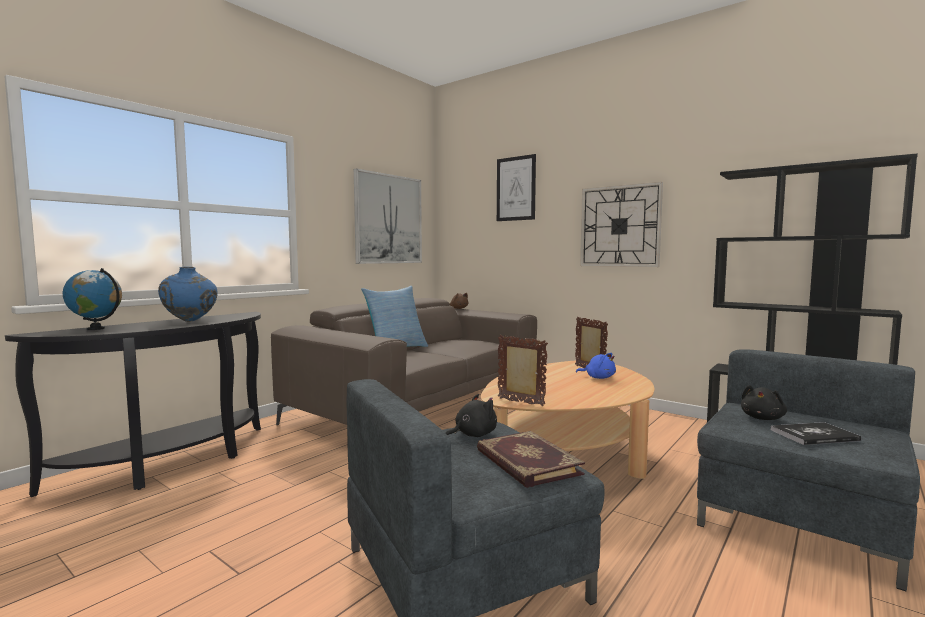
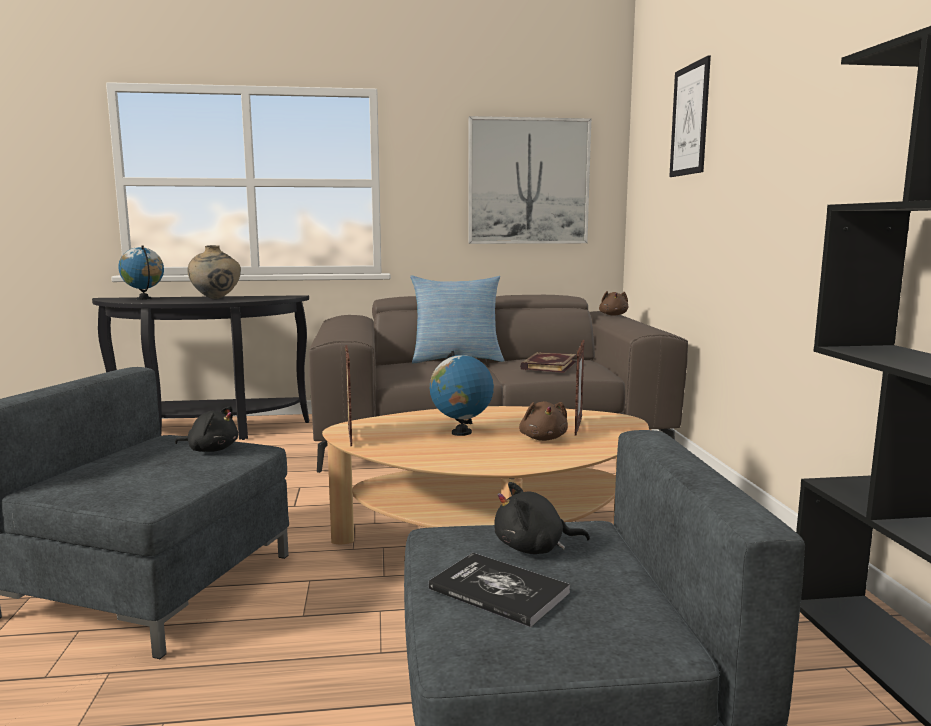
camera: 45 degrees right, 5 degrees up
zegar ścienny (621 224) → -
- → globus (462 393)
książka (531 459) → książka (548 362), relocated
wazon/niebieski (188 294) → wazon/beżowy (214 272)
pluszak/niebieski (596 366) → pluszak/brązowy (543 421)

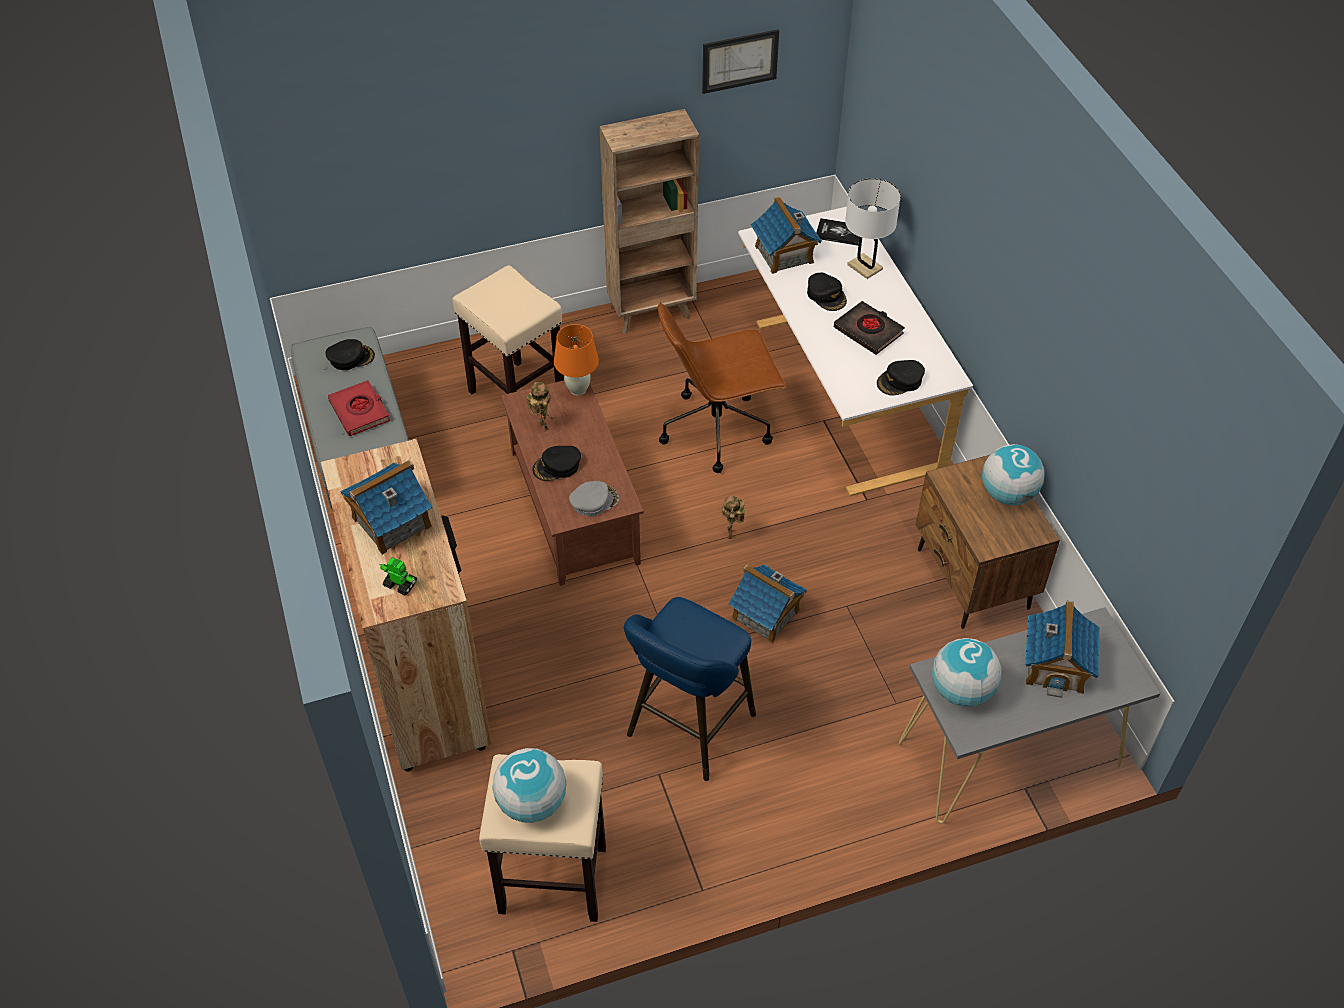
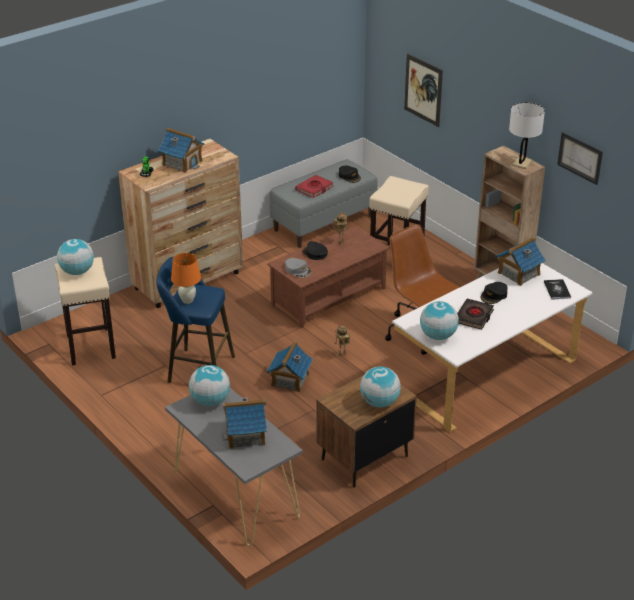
camera: 70 degrees right, 15 degrees down
- → obraz (423 90)
lampa stołowa/pomarańczowy (576 360) → lampa stołowa/pomarańczowy (186 278), relocated
lampa stołowa/biały (873 229) → lampa stołowa/biały (527 136), relocated
czapka z daszkiem/czarny (901 377) → globus (439 320)

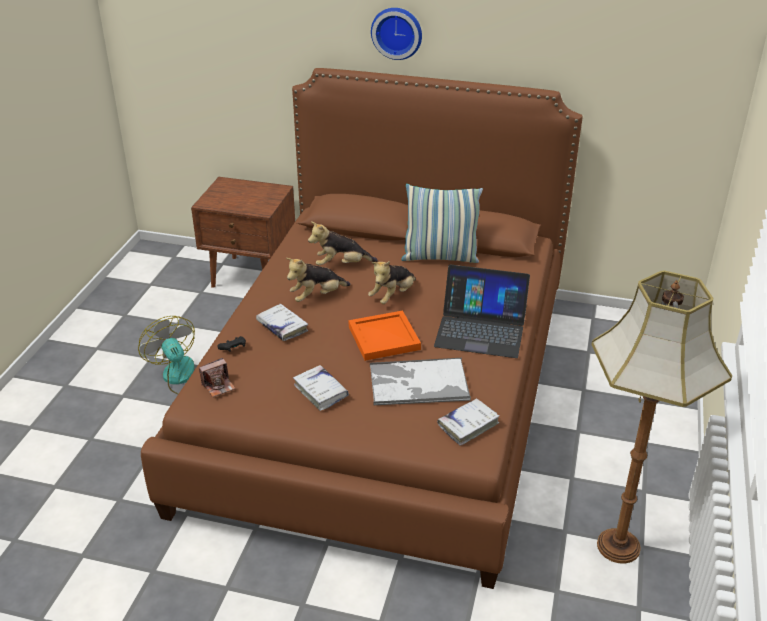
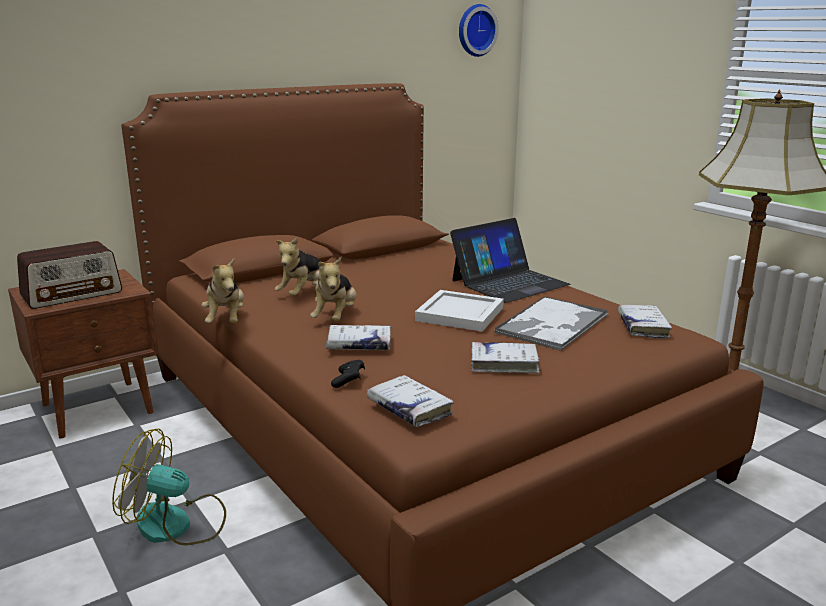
camera: 50 degrees left, 15 degrees down
poduszka (442 223) → -
- → radio (69 275)
pluszak (392 282) → pluszak (222 290), relocated
zegar ścienny (396 34) → zegar ścienny (479 30), relocated
aparat fotograficzny (217 377) → książka/biały (410 401)
taca/pomarańczowy (385 336) → taca/biały (459 311)

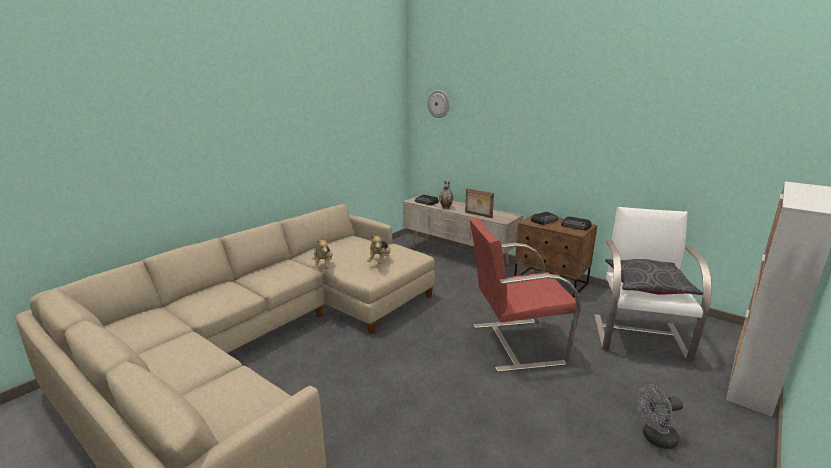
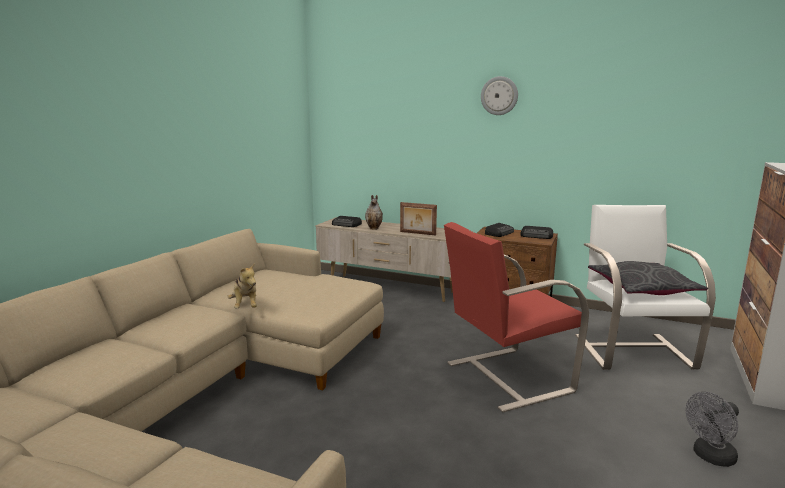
camera: 15 degrees left, 5 degrees down
pluszak (379 249) → -
zegar ścienny (438 104) → zegar ścienny (499 95), relocated

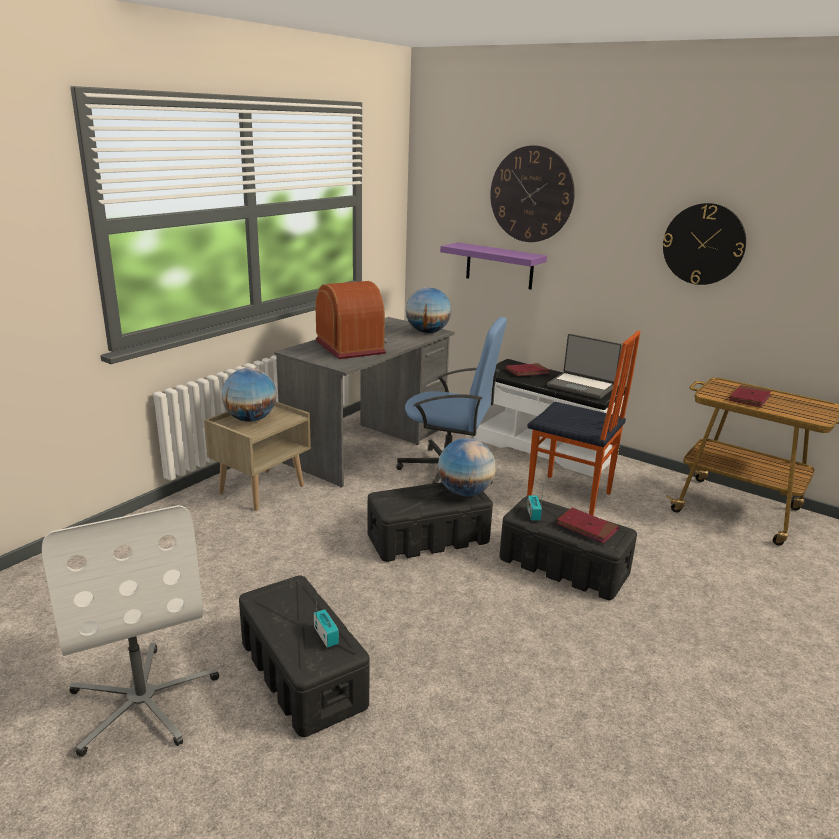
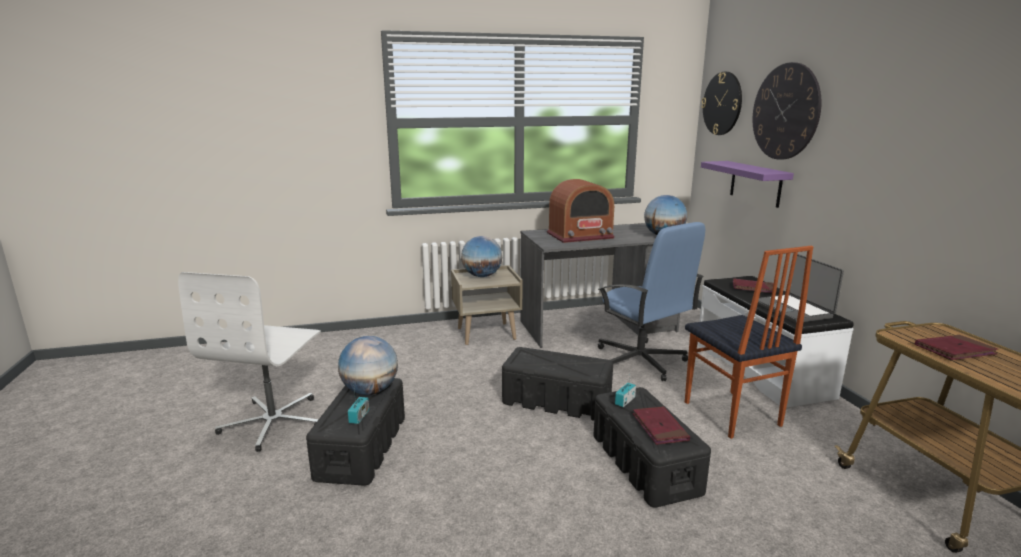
camera: 40 degrees right, 5 degrees down
globus (467 467) → globus (368 365), relocated
zegar ścienny (704 244) → zegar ścienny (721 103), relocated
radio (351 320) → radio (581 211), 60 degrees clockwise

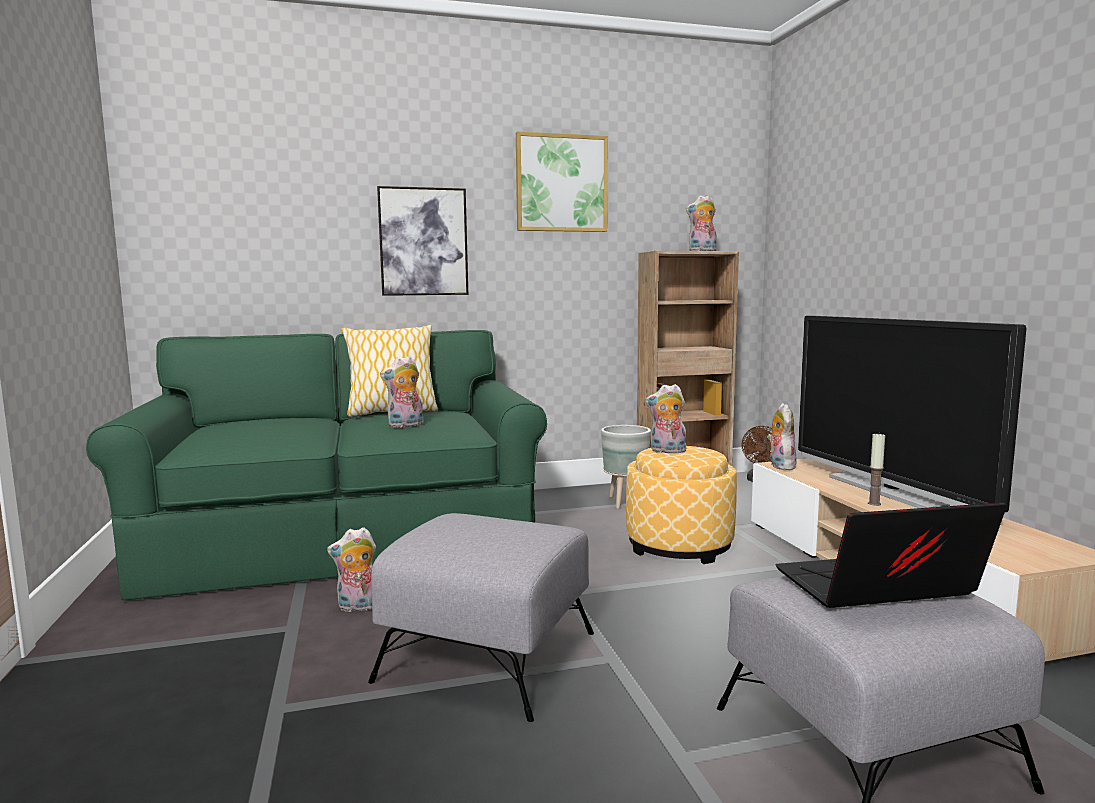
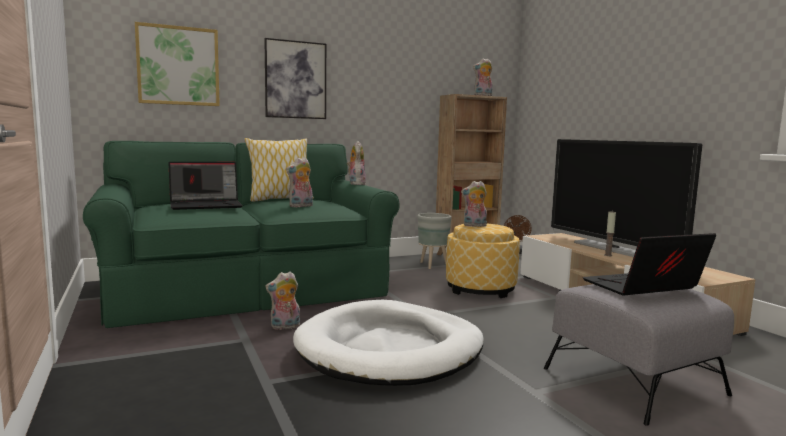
camera: 10 degrees left, 0 degrees up
- → laptop (206 186)
obraz (562 181) → obraz (177 64), relocated
pluszak (782 436) → pluszak (356 163), relocated
pufa/szary (481 617) → legowisko/biały (388 343)

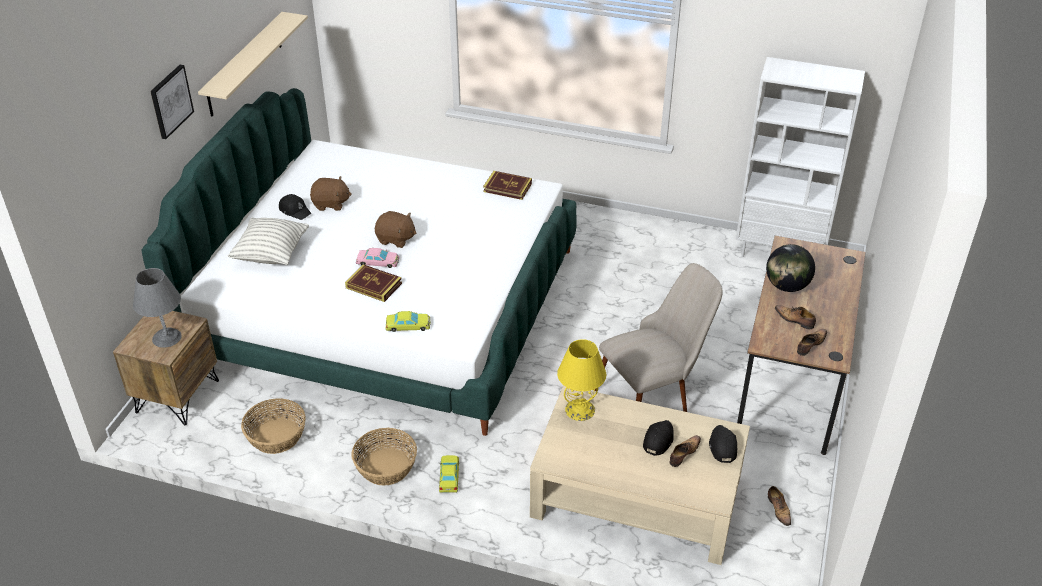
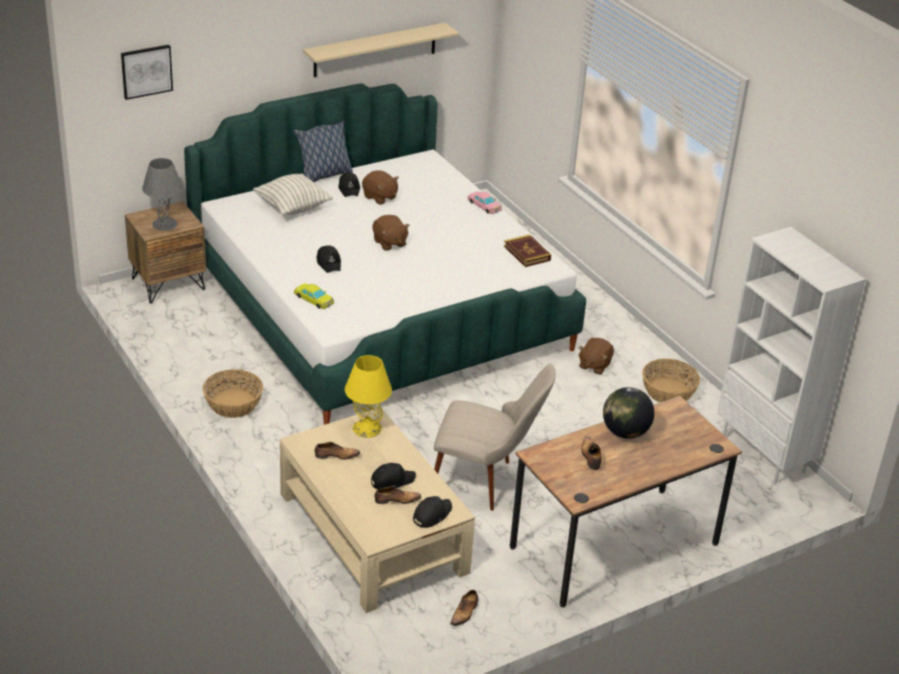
camera: 40 degrees right, 5 degrees down
samochodzik/żółty (449 474) → -
- → poduszka (323 151)
- → pluszak/brązowy (596 356)
obraz (172 102) → obraz (147 72), relocated
koszyk (273 426) → koszyk (671 381), relocated
samochodzik/różowy (377 258) → samochodzik/różowy (484 202), relocated
but (812 342) → but (337 451), relocated
książka (373 283) → czapka z daszkiem/czarny (329 259)

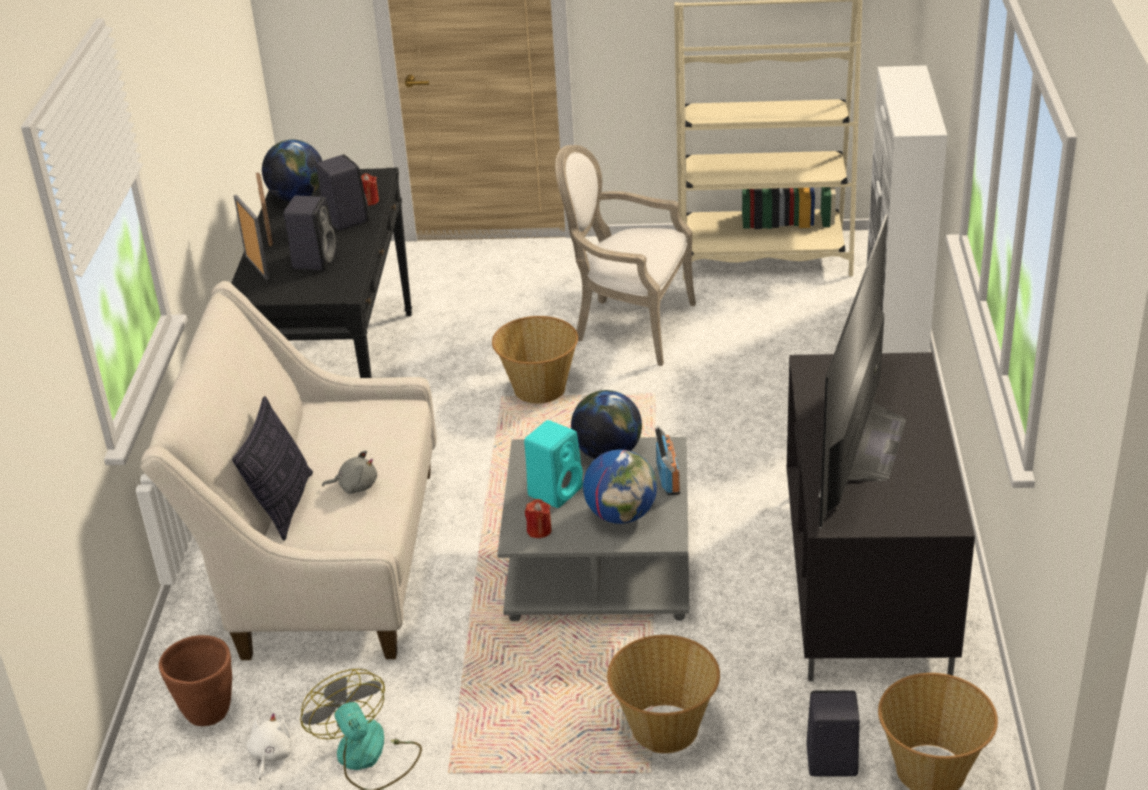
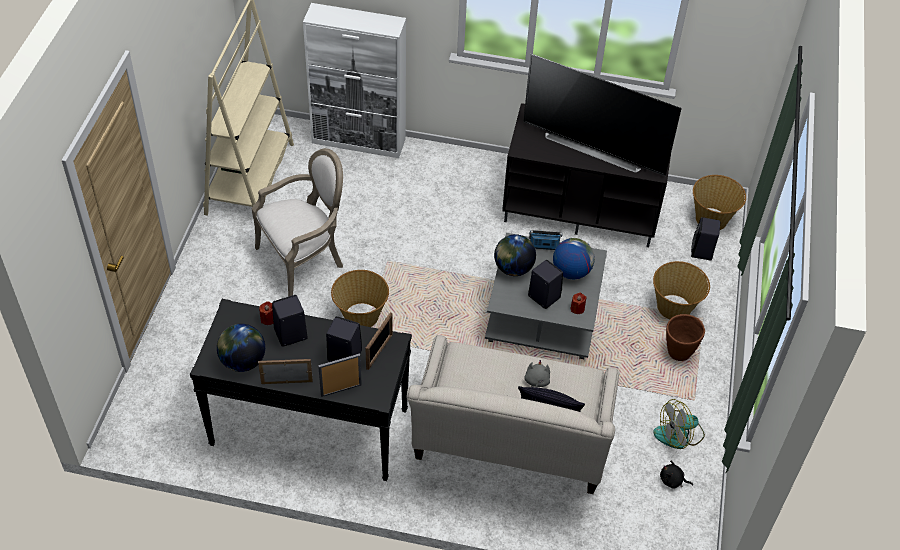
camera: 85 degrees left, 15 degrees up
- → ramka na zdjęcie (379 341)
donica/brązowy (195 680) → donica/brązowy (685 337), relocated
pluszak/biały (269 746) → pluszak/czarny (676 475)
głośnik/turkusowy (553 464) → głośnik/czarny (545 284)
fotel (625 255) → fotel (297 222), 150 degrees counterclockwise

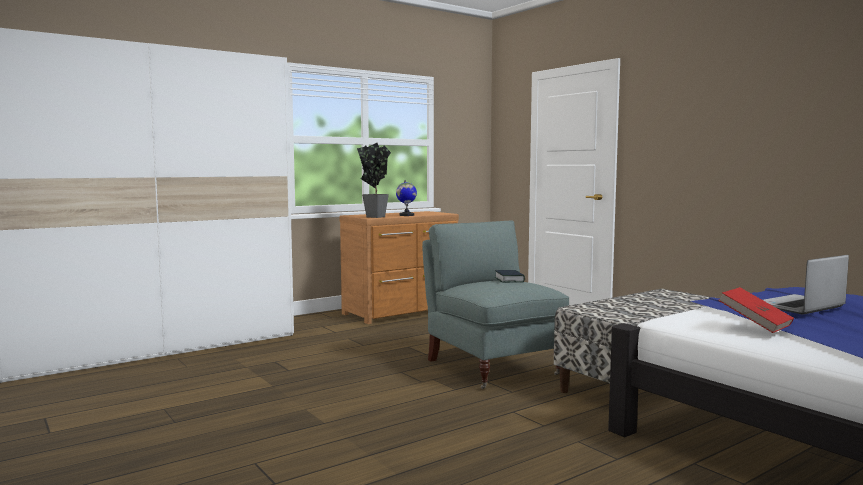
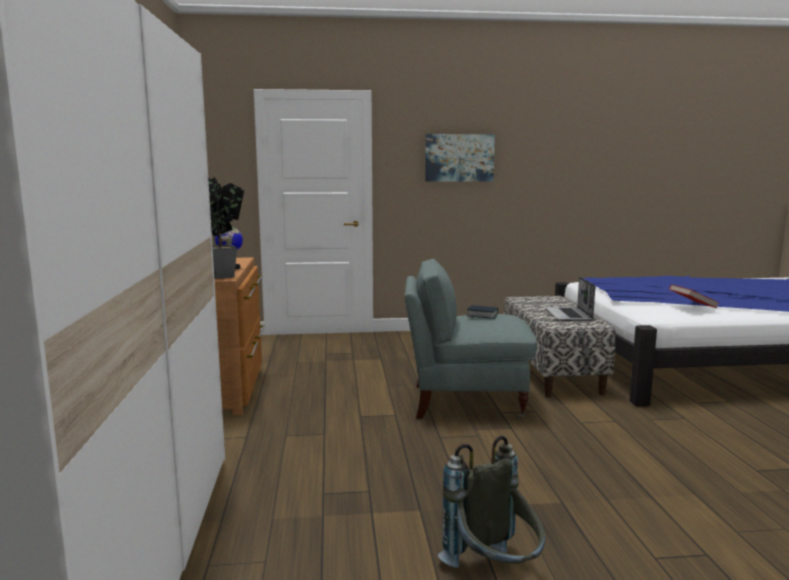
camera: 60 degrees left, 5 degrees up
- → obraz (460 158)
- → plecak/szary (492 501)
laptop (806 284) → laptop (570 299), relocated

